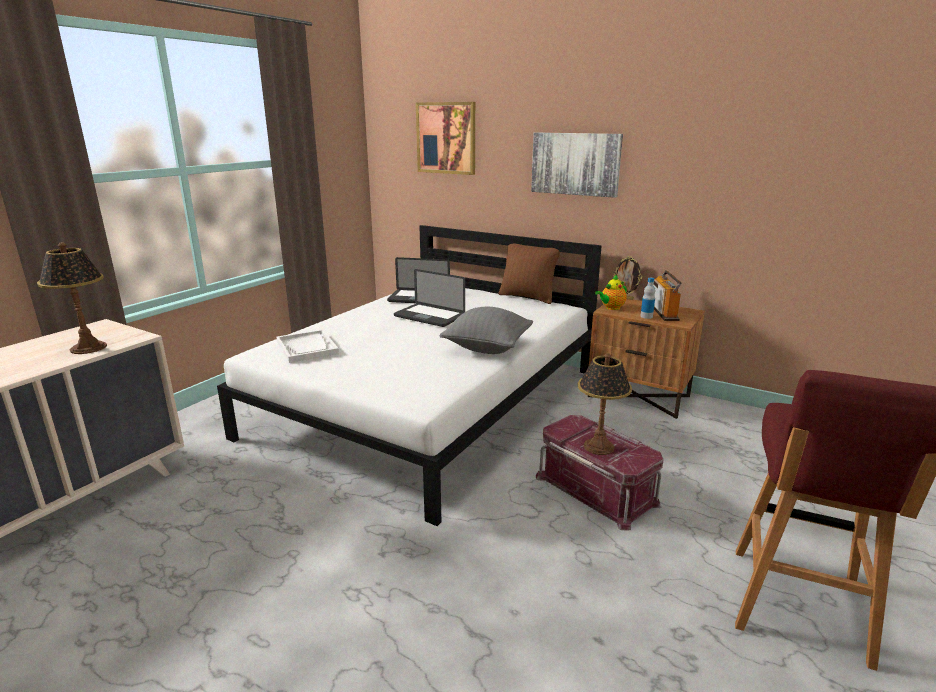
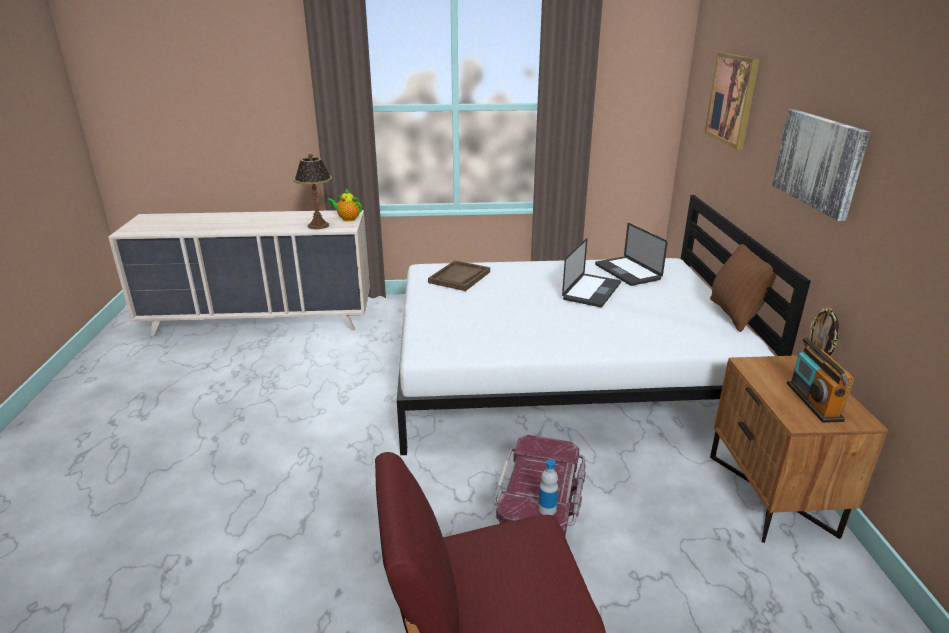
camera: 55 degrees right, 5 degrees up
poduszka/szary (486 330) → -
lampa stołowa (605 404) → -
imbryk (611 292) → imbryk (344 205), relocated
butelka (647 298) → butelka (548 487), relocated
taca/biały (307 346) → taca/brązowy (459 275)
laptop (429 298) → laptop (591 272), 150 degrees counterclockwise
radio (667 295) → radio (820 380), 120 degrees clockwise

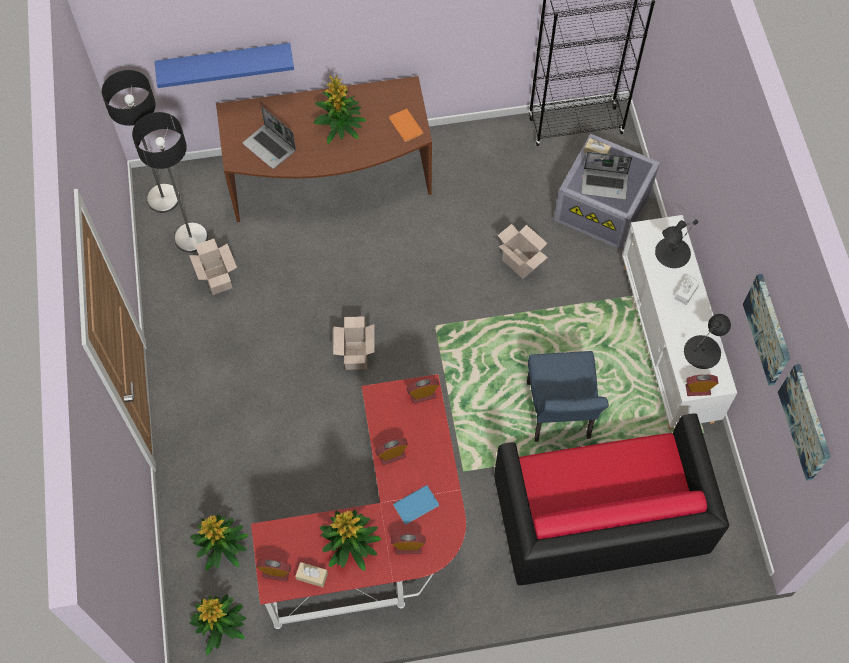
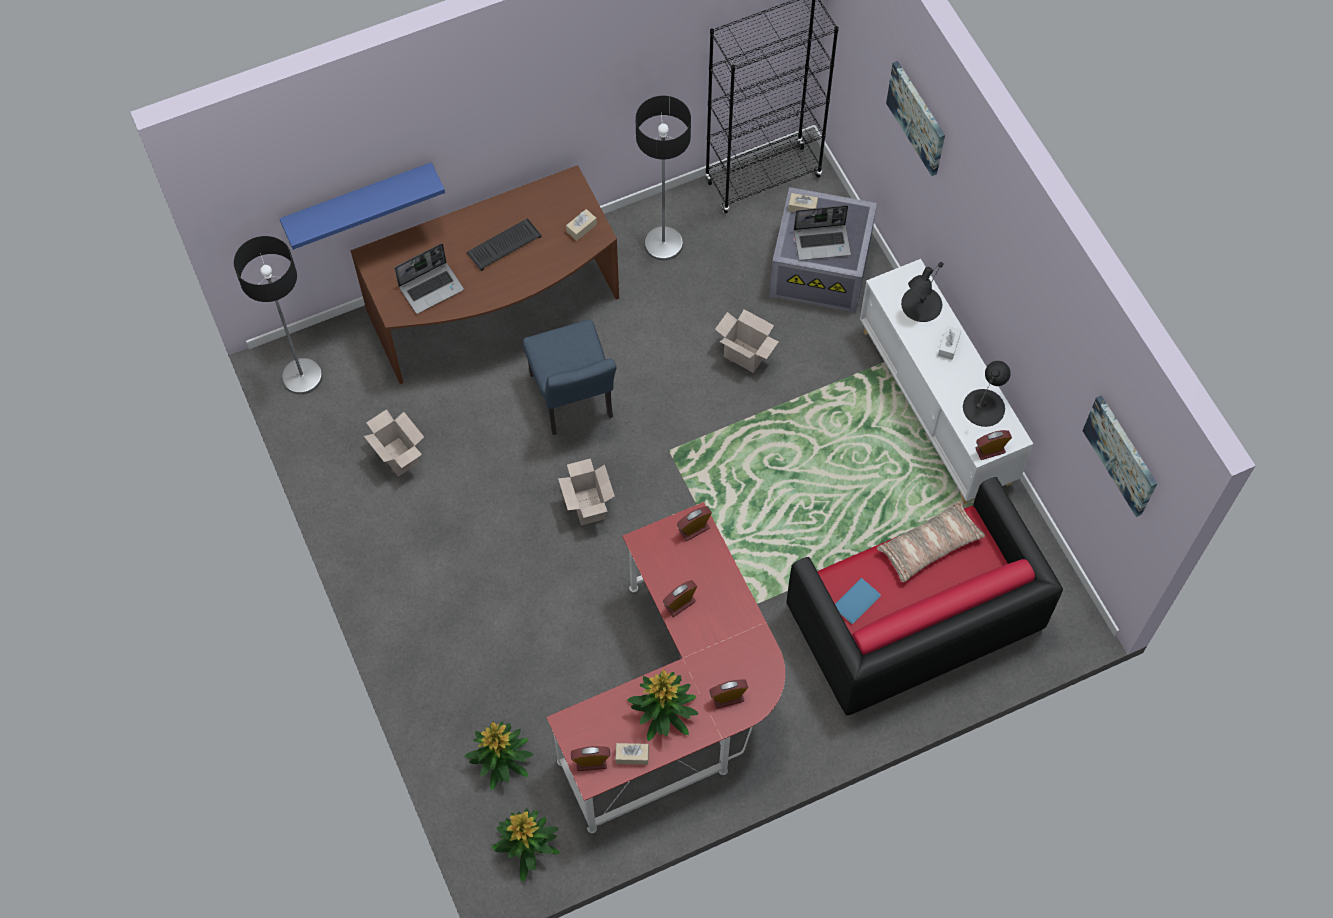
camera: 15 degrees left, 0 degrees up
- → poduszka (931 541)
lampa stojąca (170 182) → lampa stojąca (663 178), relocated
książka/niebieski (416 505) → książka/niebieski (858 601), relocated
krzesło/niebieski (568 396) → krzesło/niebieski (570 377), relocated
obraz (766 330) → obraz (915 118), relocated
roślina doniczkowa (340 109) → klawiatura (504 244)
książka/pomarańczowy (406 125) → pudełko chusteczek/beżowy (581 225)
laptop (269 138) → laptop (429 278), 60 degrees counterclockwise

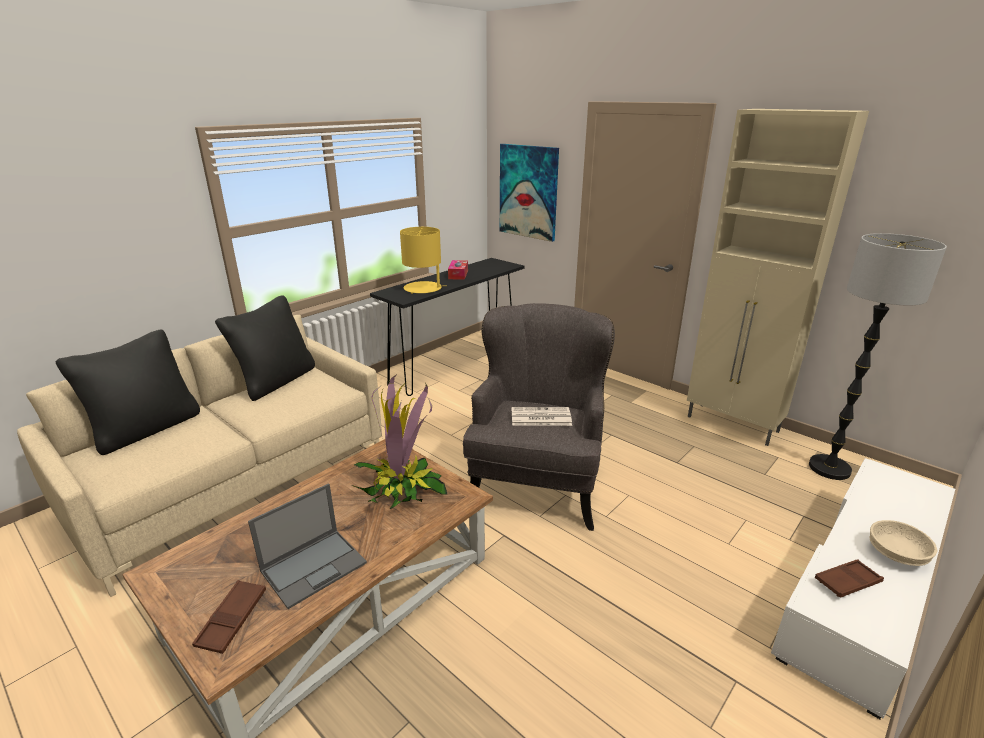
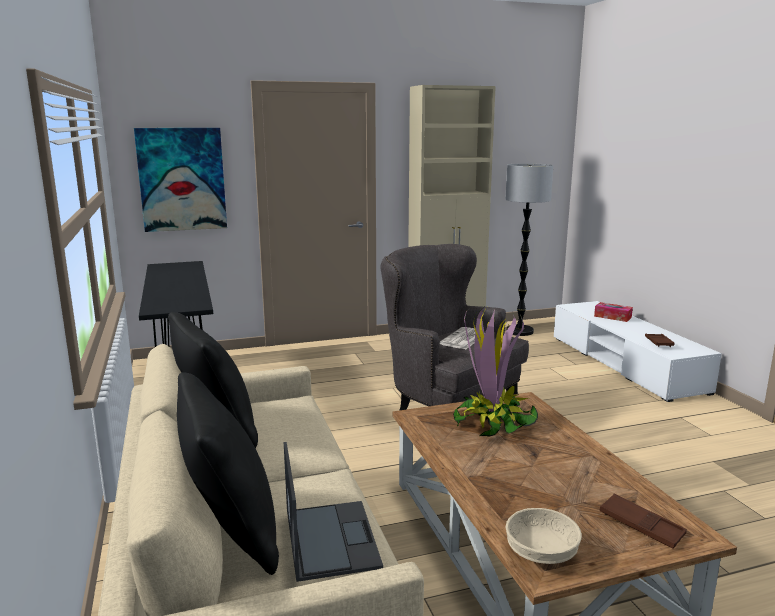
camera: 60 degrees left, 10 degrees down
lampa stołowa/żółty (423 260) → -
laptop (307 546) → laptop (333 512), relocated
pudełko chusteczek (458 270) → pudełko chusteczek (613 312), relocated
miska/beżowy (903 543) → miska/beżowy (544 536), relocated

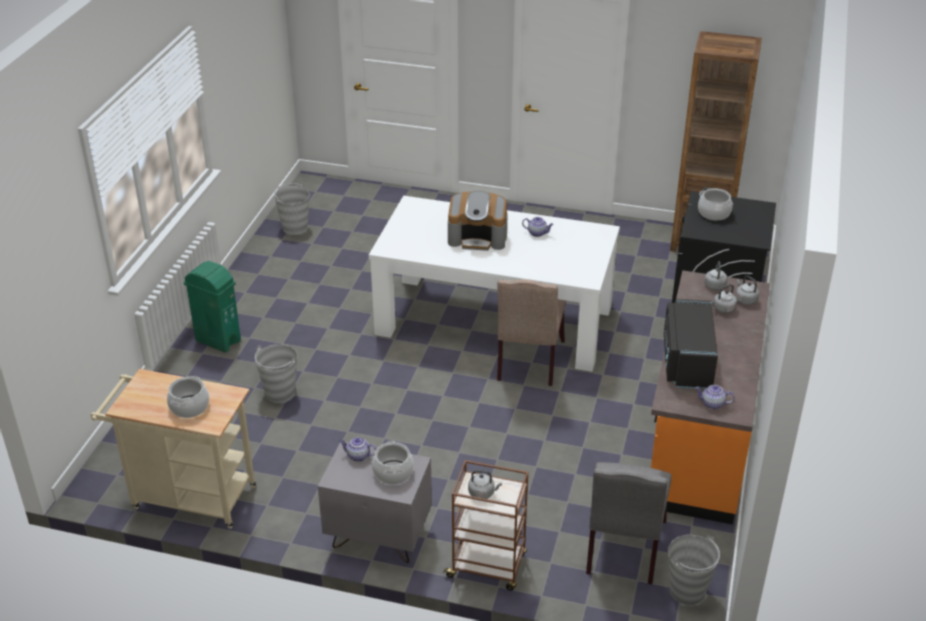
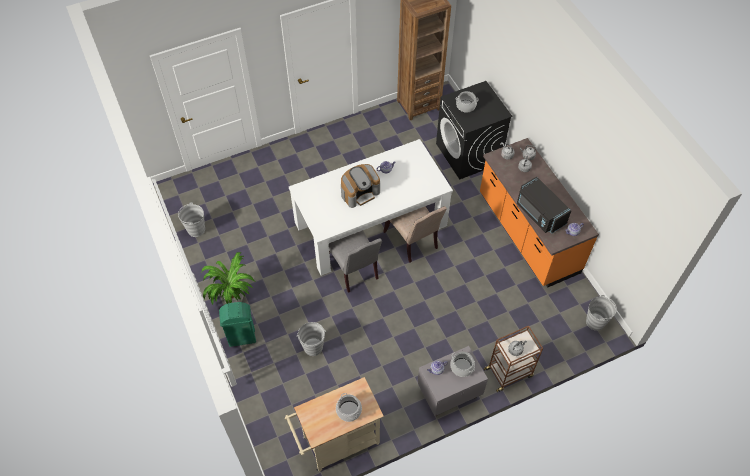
camera: 40 degrees left, 20 degrees up
- → roślina doniczkowa (228 278)
krzesło/szary (629 523) → krzesło/szary (355 261), relocated

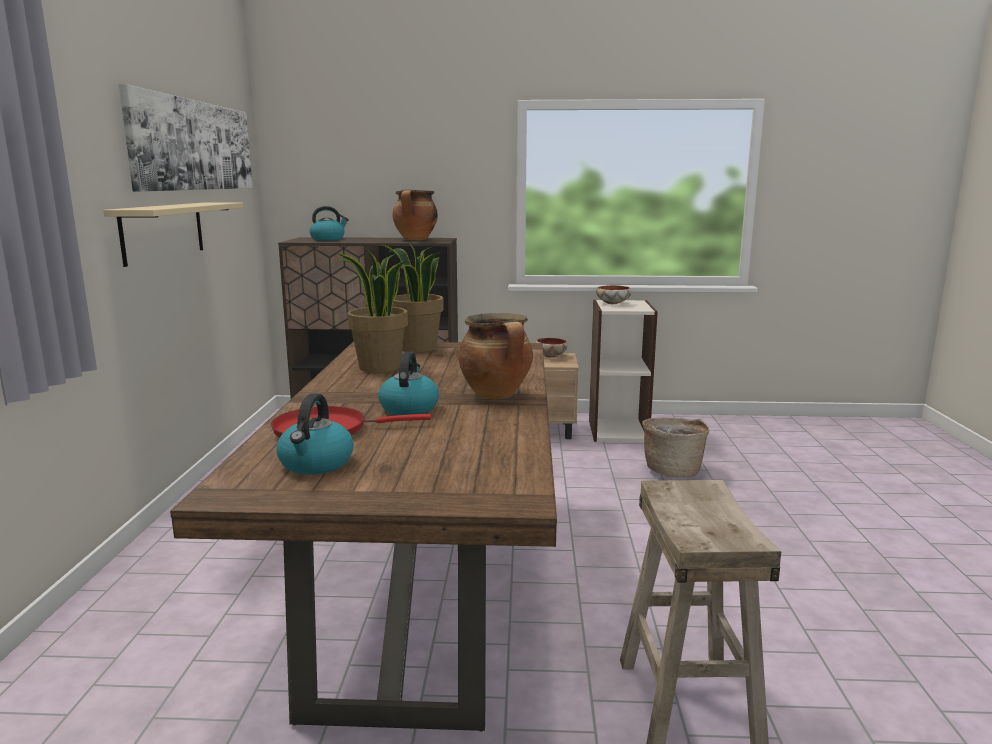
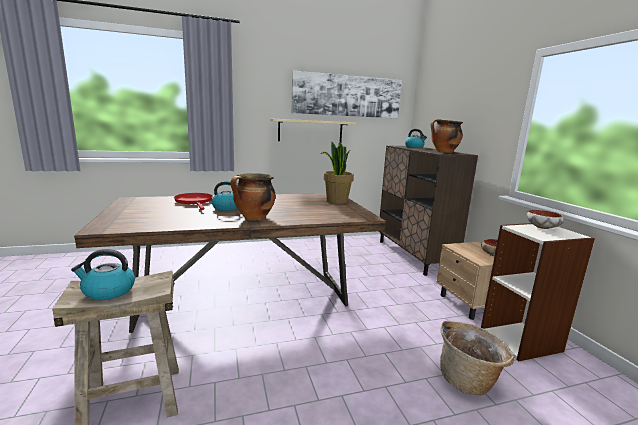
camera: 70 degrees right, 0 degrees up
roślina doniczkowa (373 311) → -
czajnik (315 433) → czajnik (103 274), relocated

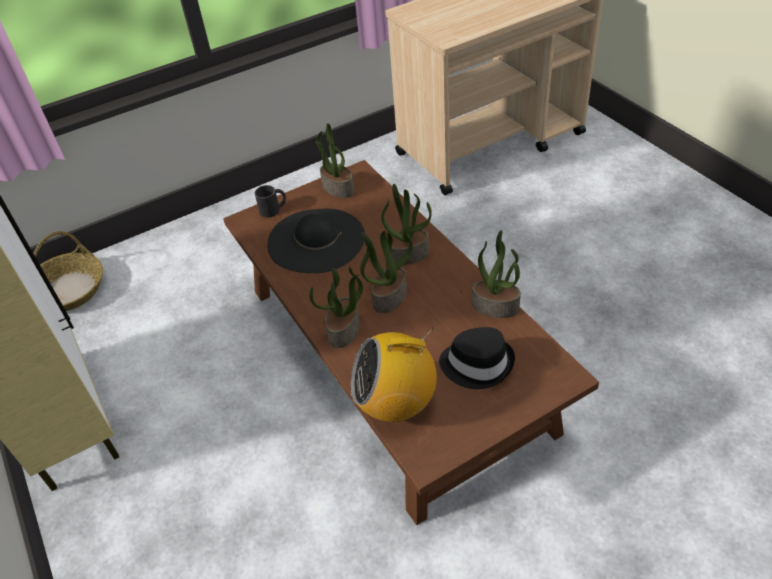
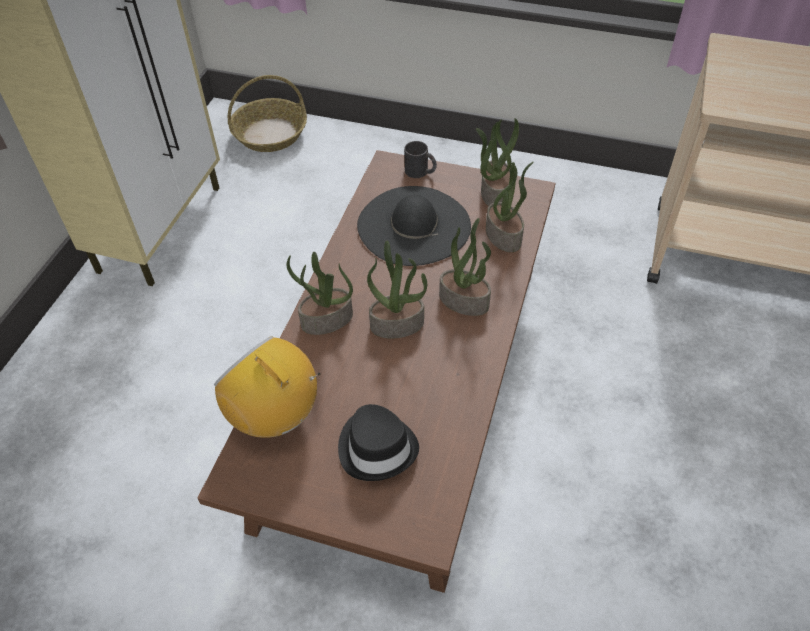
camera: 45 degrees right, 5 degrees up
roślina doniczkowa (496 274) → roślina doniczkowa (510 207), relocated

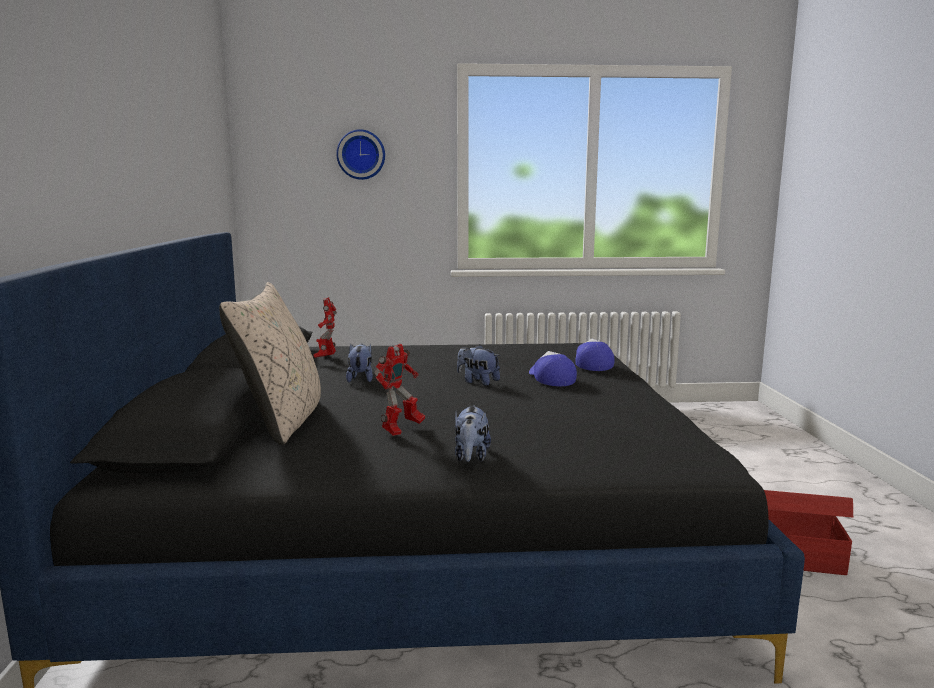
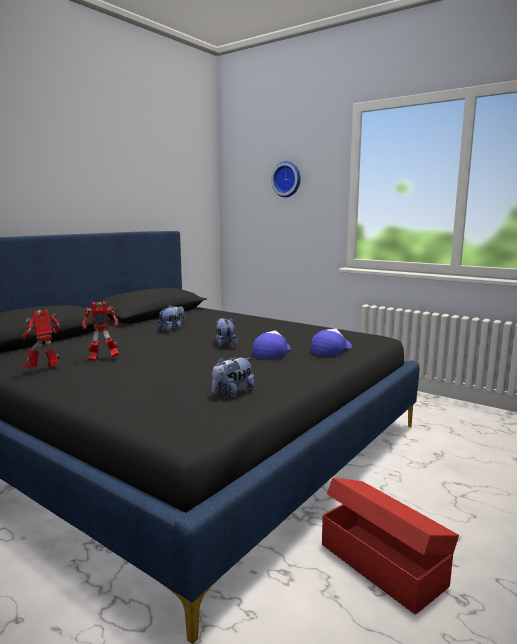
camera: 40 degrees right, 0 degrees up
poduszka/beżowy (270 363) → -
robot zabawkowy (325 327) → robot zabawkowy (41 338), relocated
pluszak (473 433) → pluszak (233 377), relocated

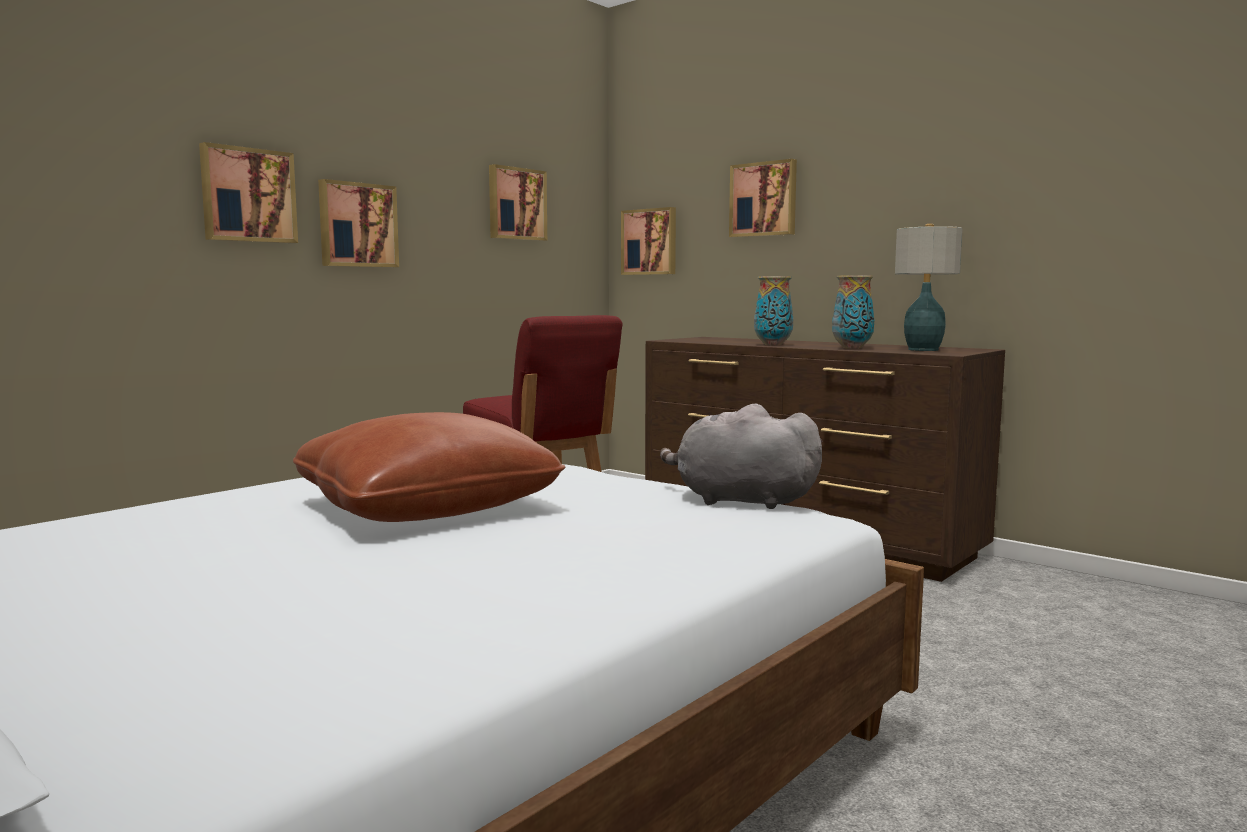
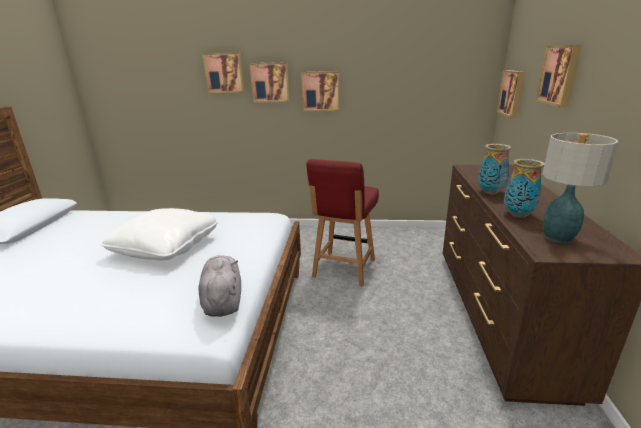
camera: 55 degrees right, 15 degrees up
obraz (518 202) → obraz (223 72), relocated
poduszka/brązowy (429 467) → poduszka/biały (159 234)

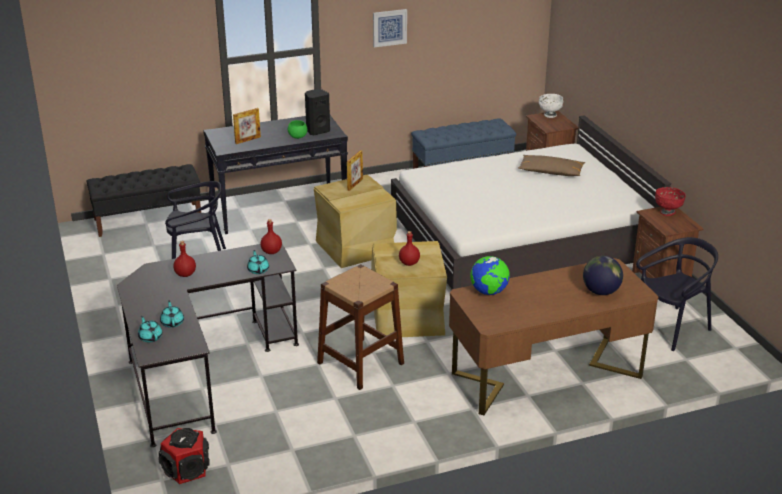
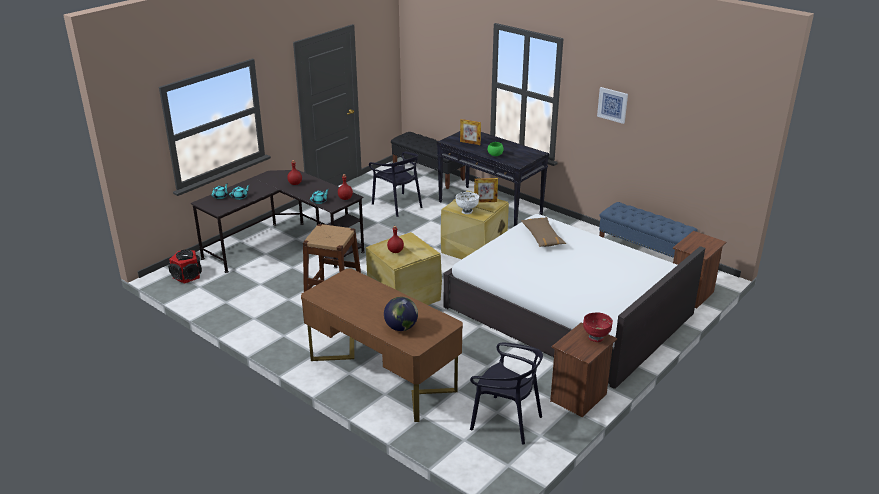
camera: 60 degrees right, 0 degrees up
głośnik/czarny (317 112) → -
globus (490 275) → -
poduszka/brązowy (551 165) → poduszka/brązowy (543 232), relocated
miska/biały (551 106) → miska/biały (467 203), relocated

